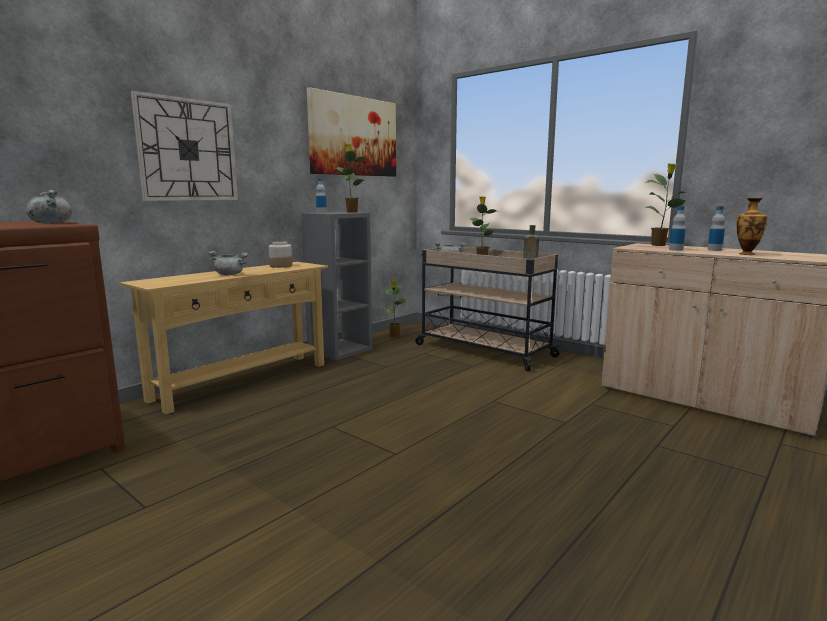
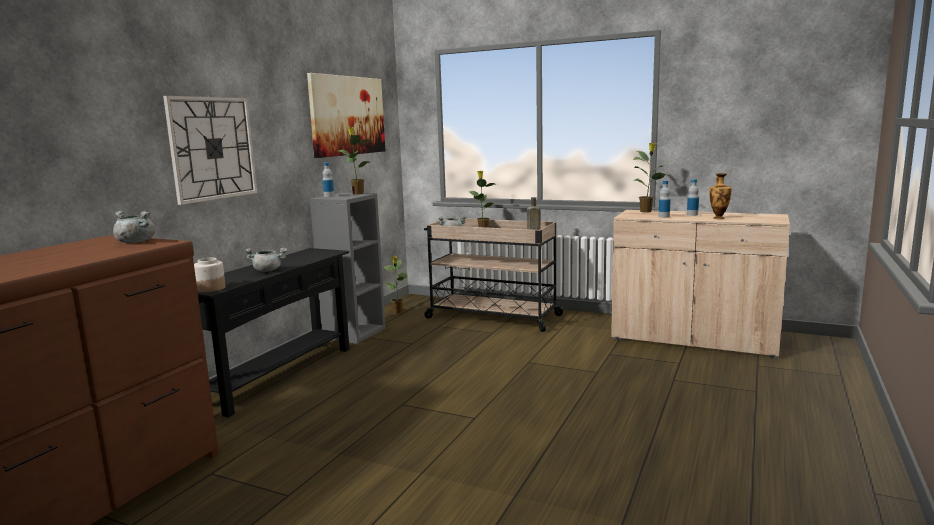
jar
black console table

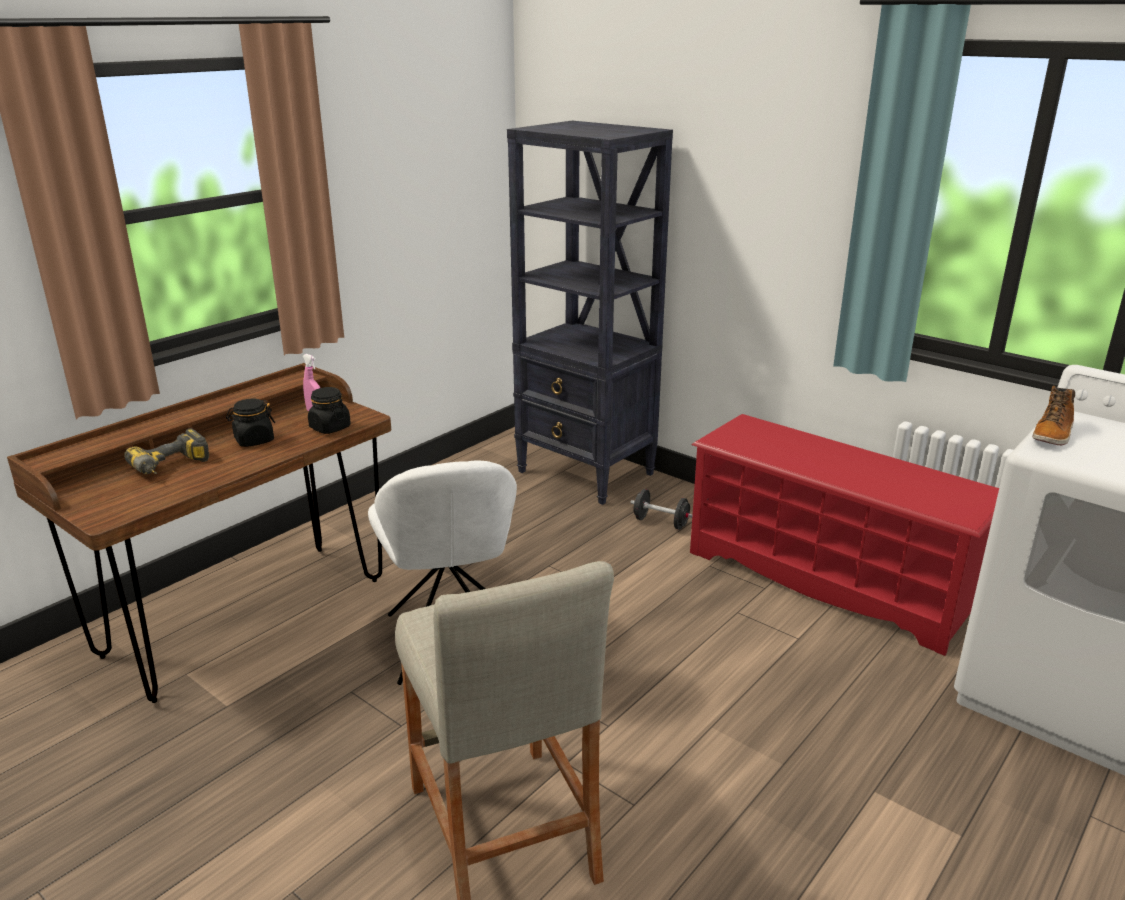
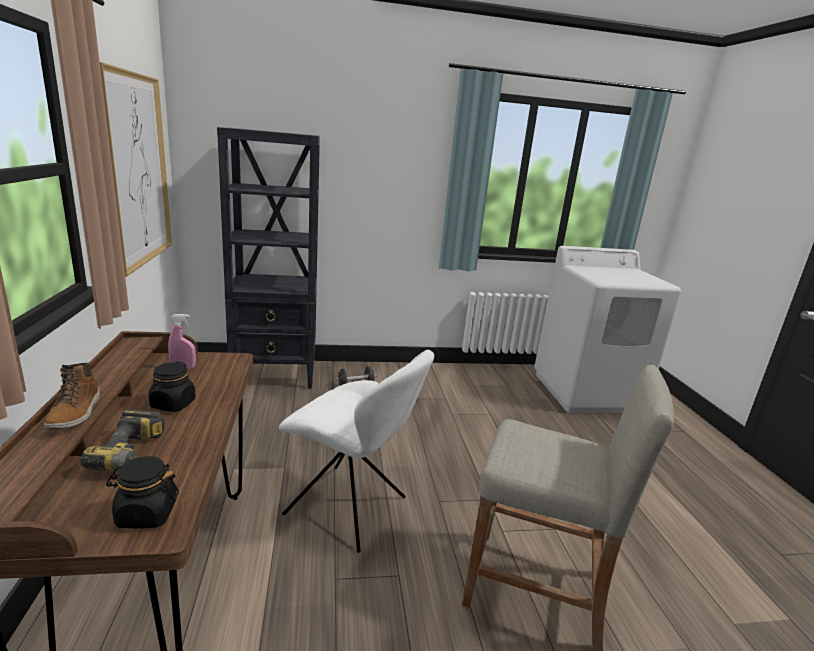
high-top boot
black jar (no. 1 from left)
red-coloured shoe shelf
picture

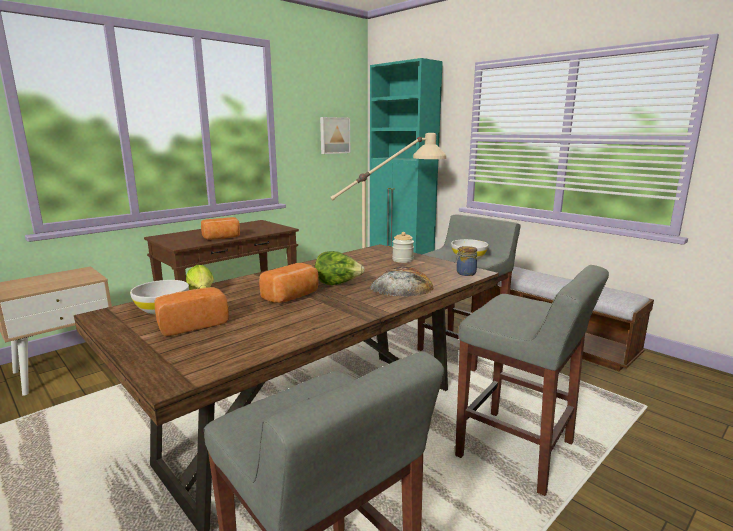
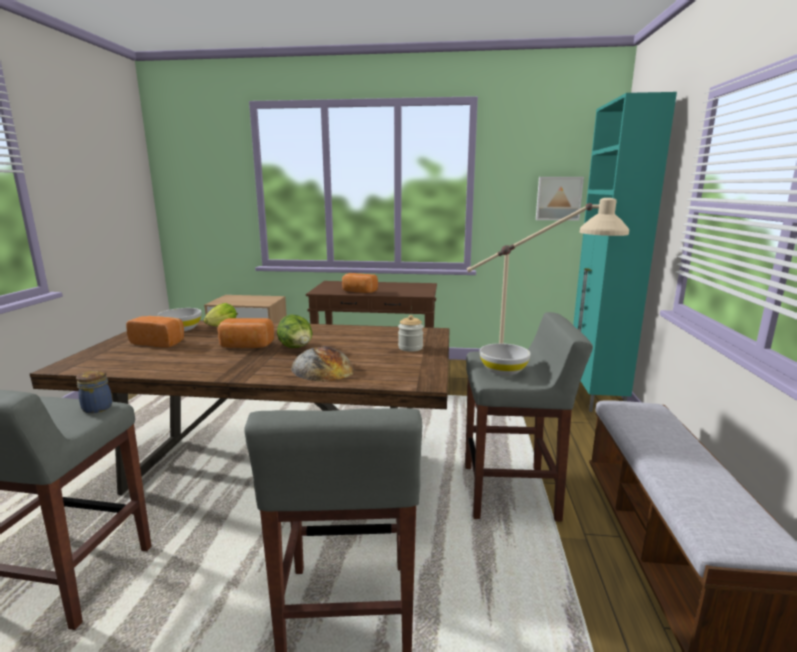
jar (no. 1 from left)

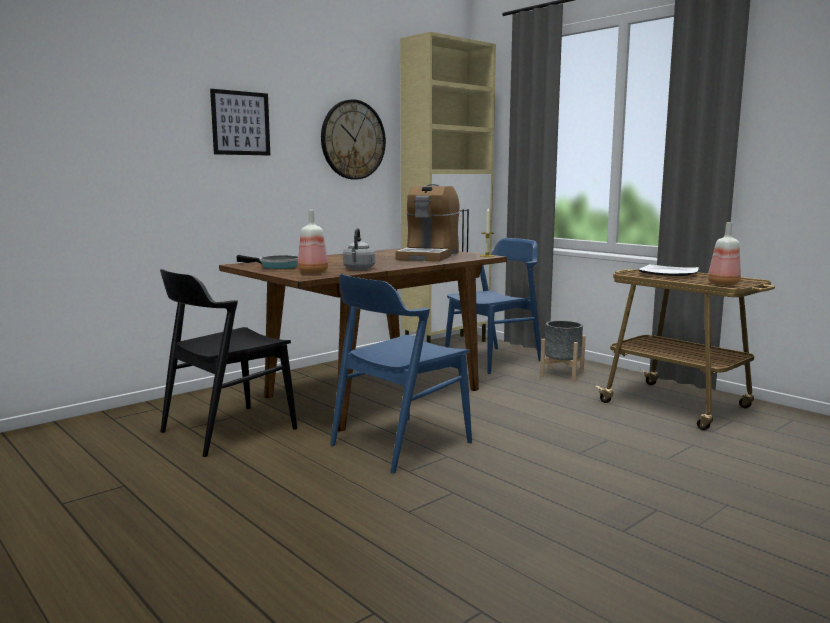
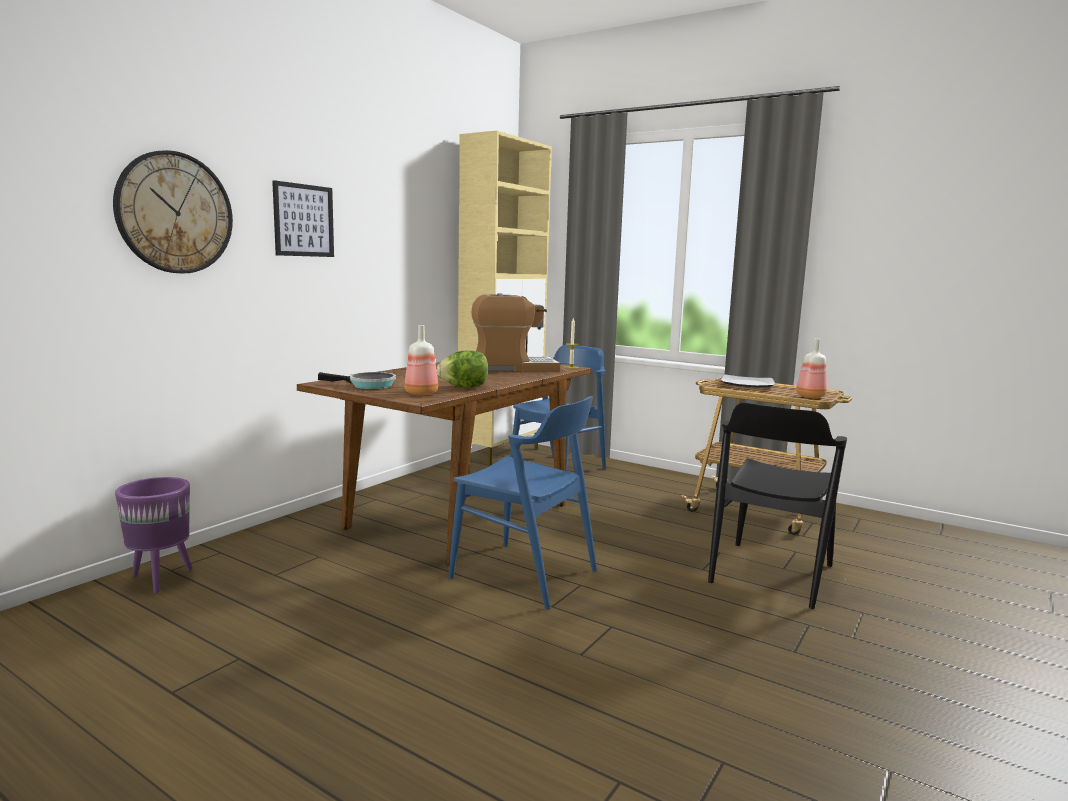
hanging clock
coffee brewer
head of lettuce
black plain chair
blue-coloured plain chair (no. 1 from left)
greyish planter
purple planter

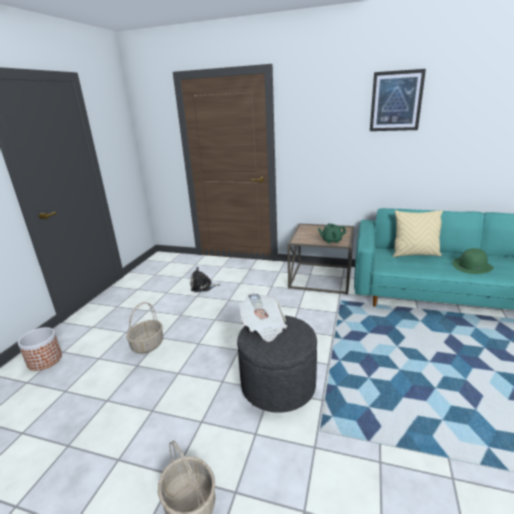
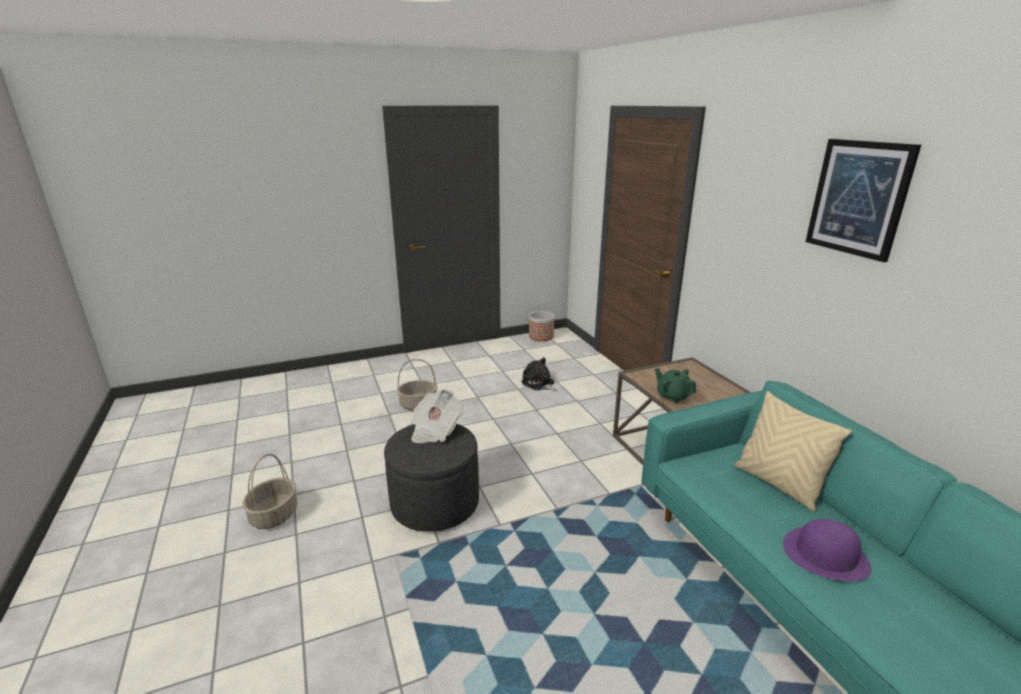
purple clothing hat
planter

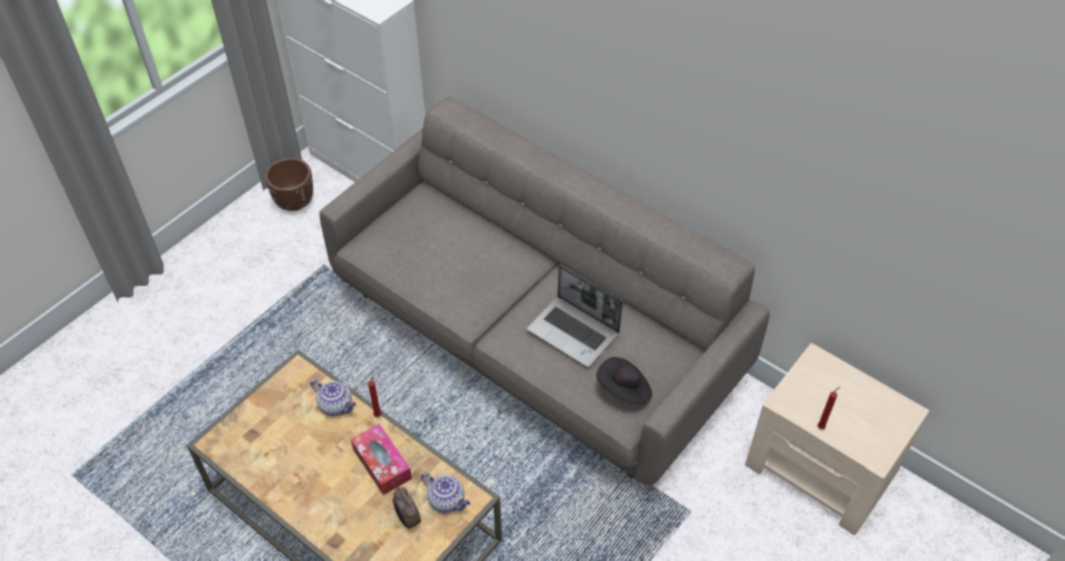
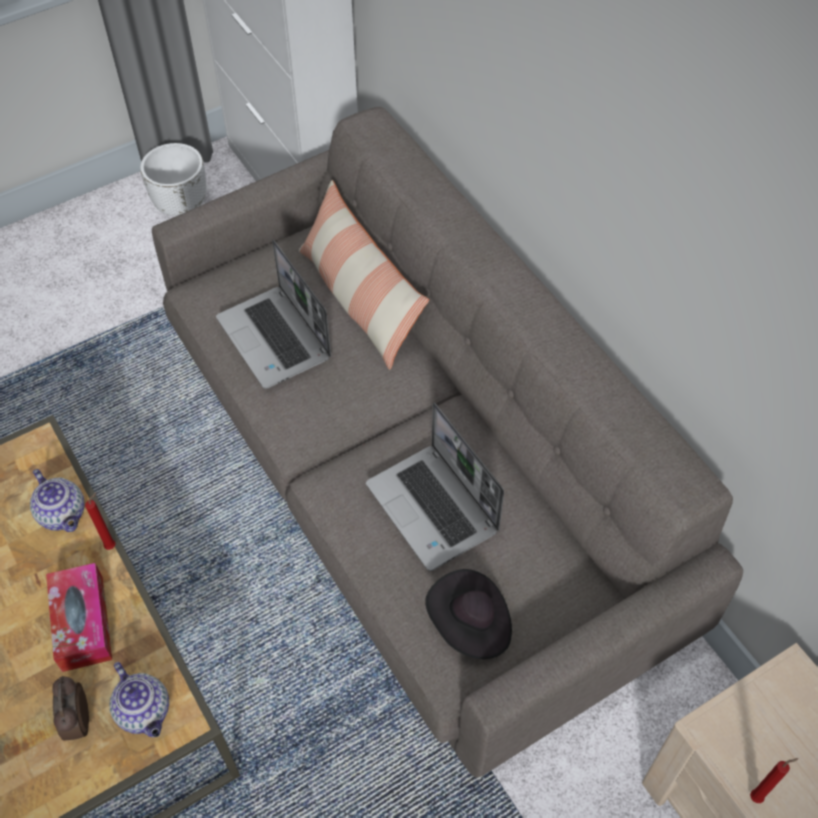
white-coloured planter
throw pillow
notebook computer (no. 1 from left)

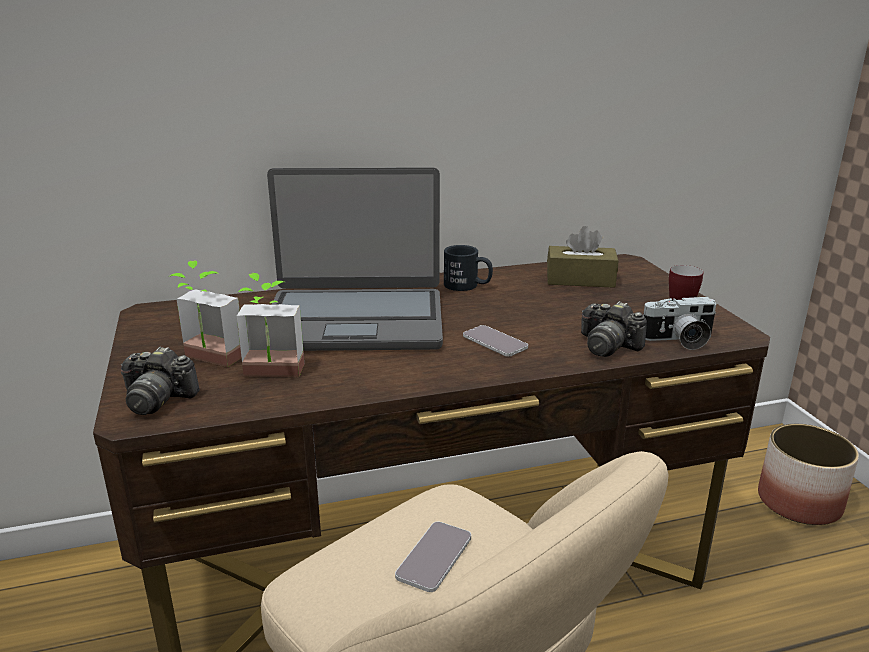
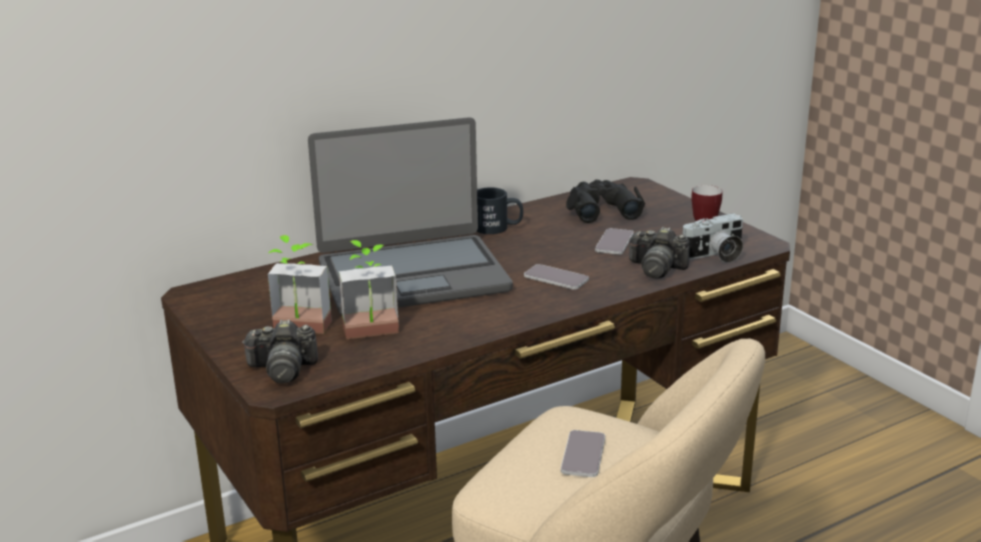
black binoculars
planter
phone (no. 3 from left)

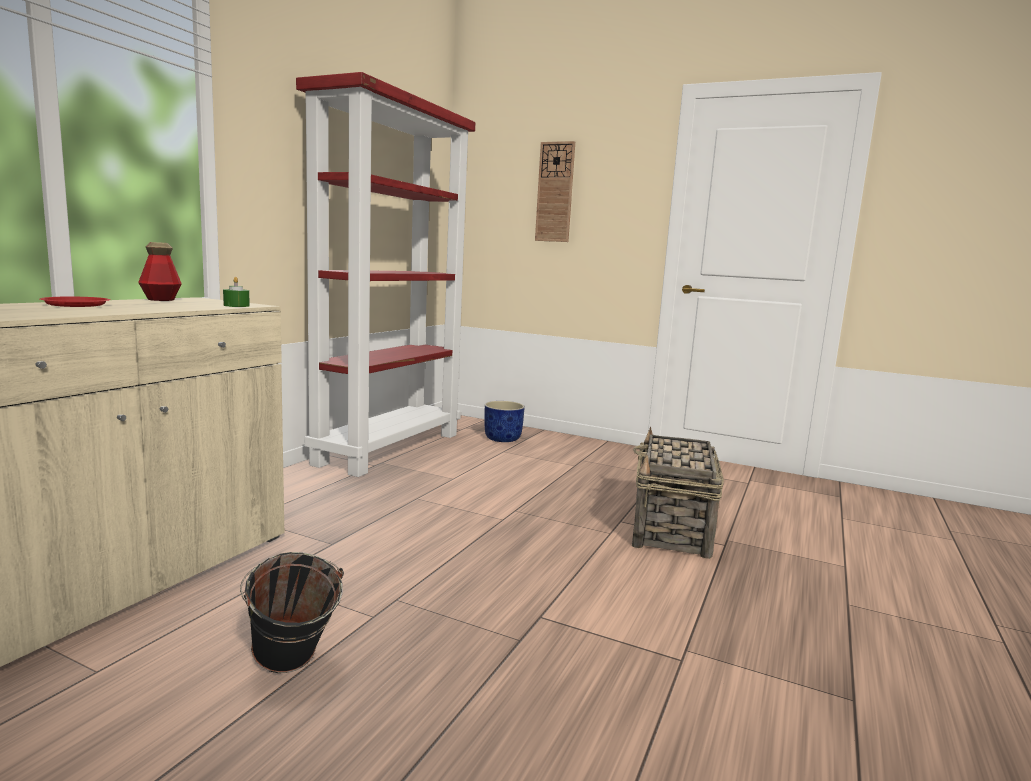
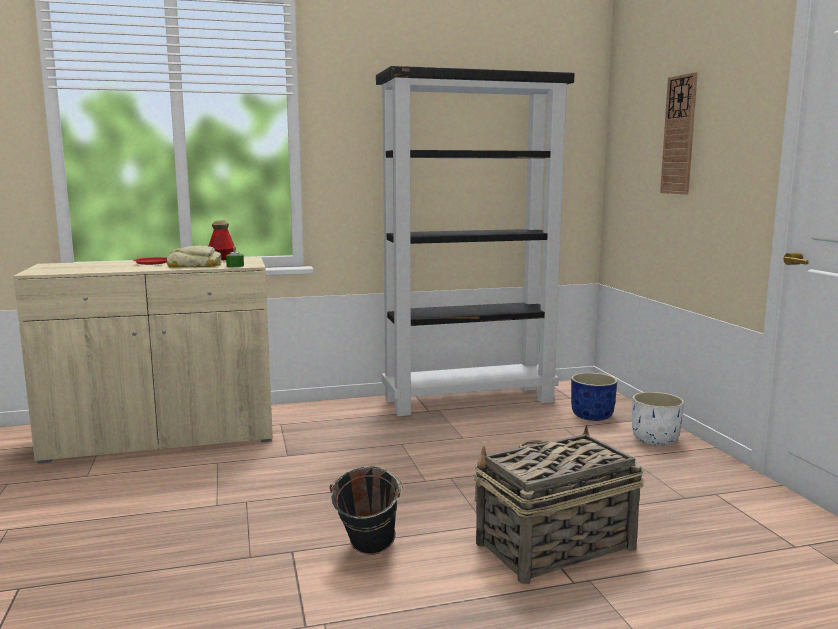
black bookcase
black pail
baked bread
white-coloured planter

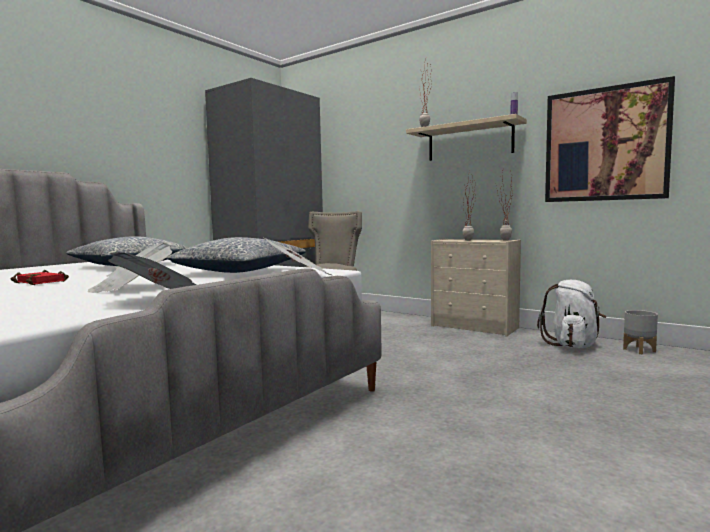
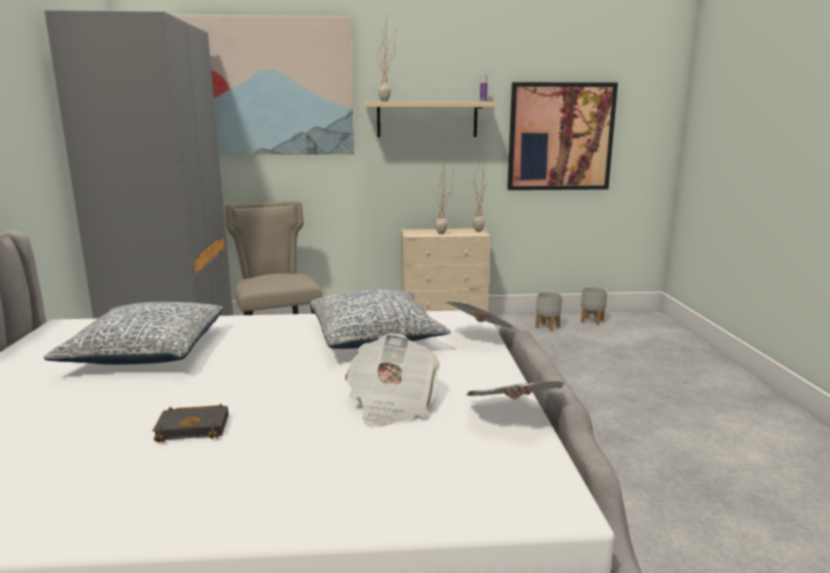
black bound book
greyish planter (no. 1 from left)
picture (no. 1 from left)

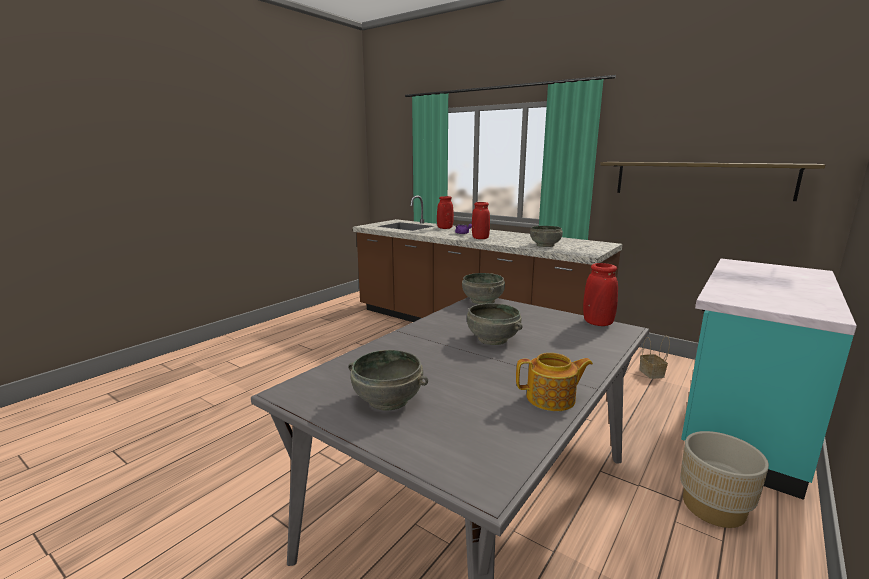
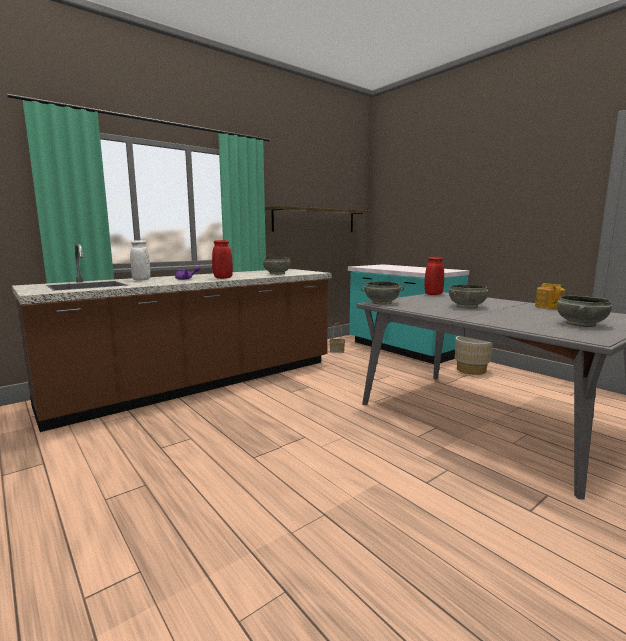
white-coloured flower vase

